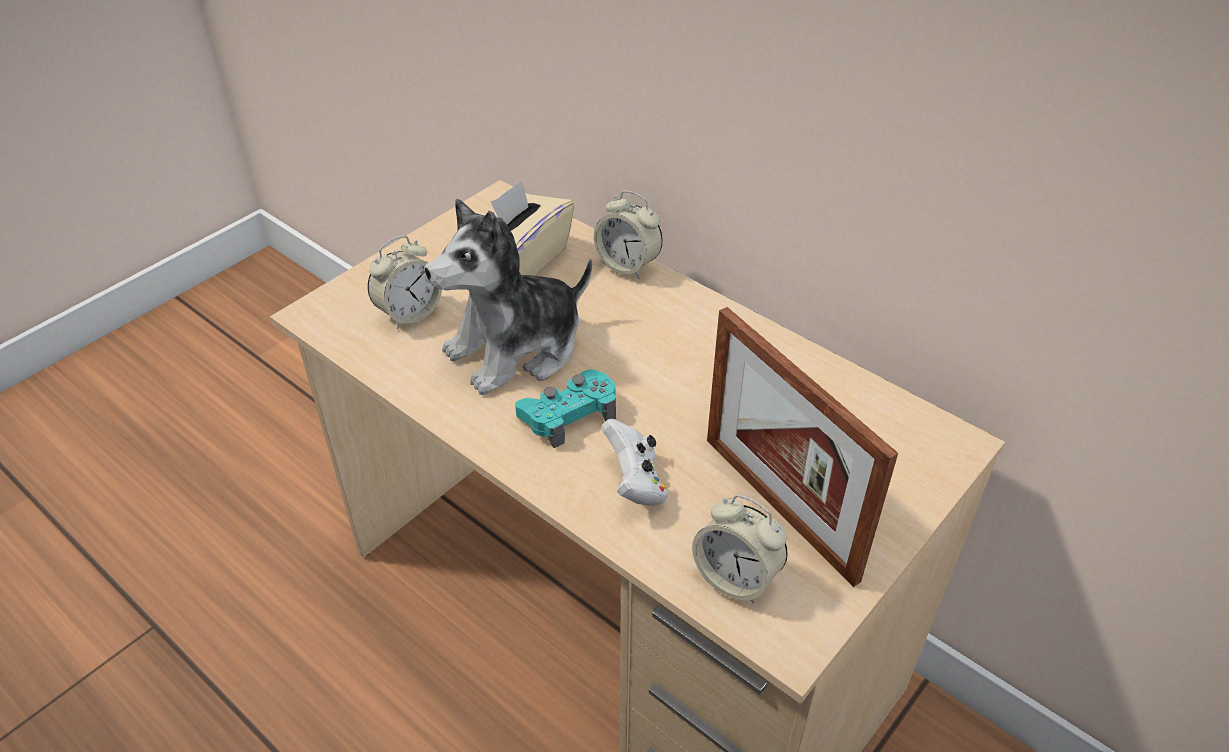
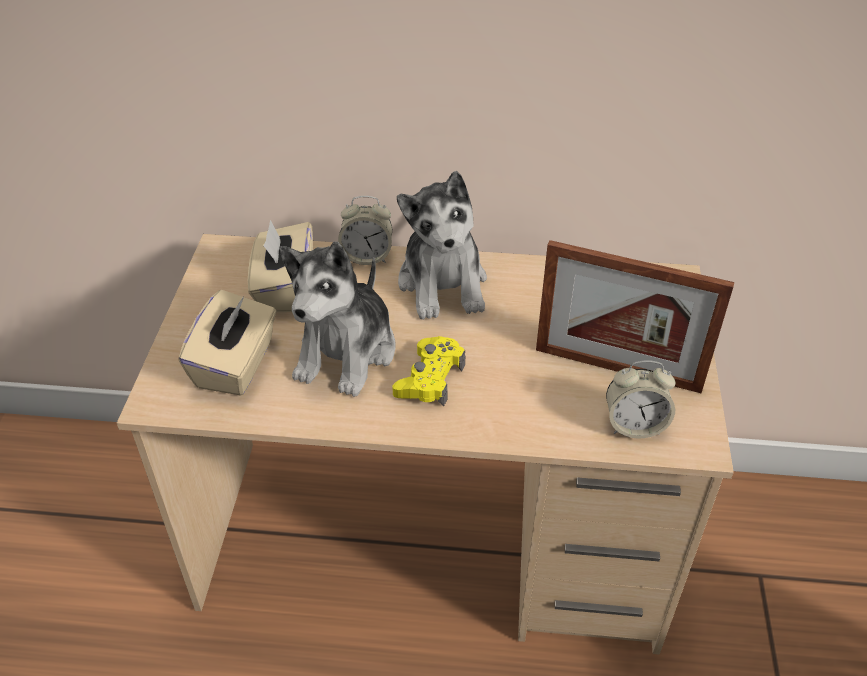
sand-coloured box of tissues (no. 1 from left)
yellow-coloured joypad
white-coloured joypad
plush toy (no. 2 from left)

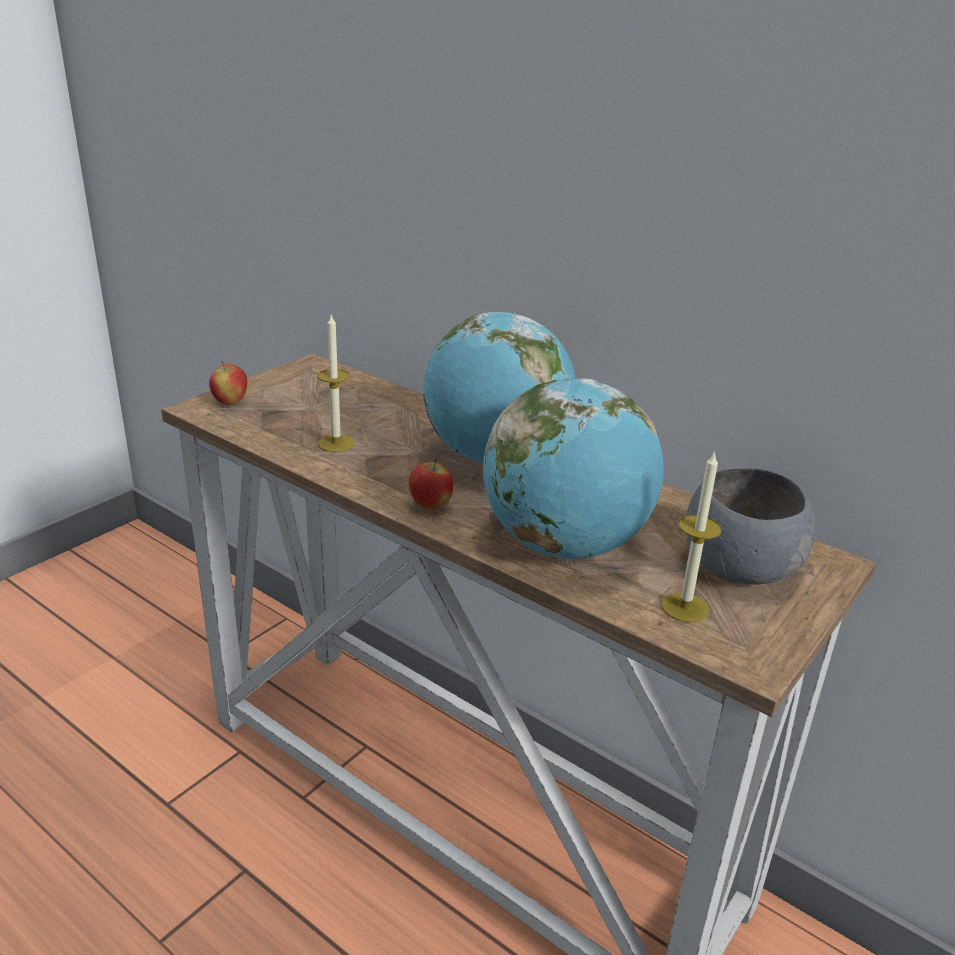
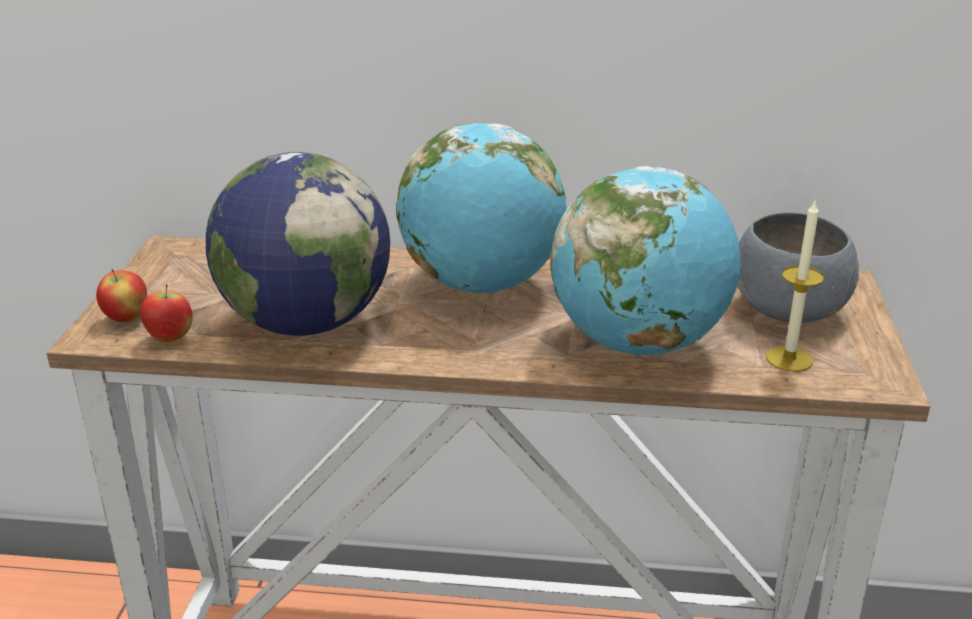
world globe (no. 1 from left)
apple fruit (no. 2 from left)

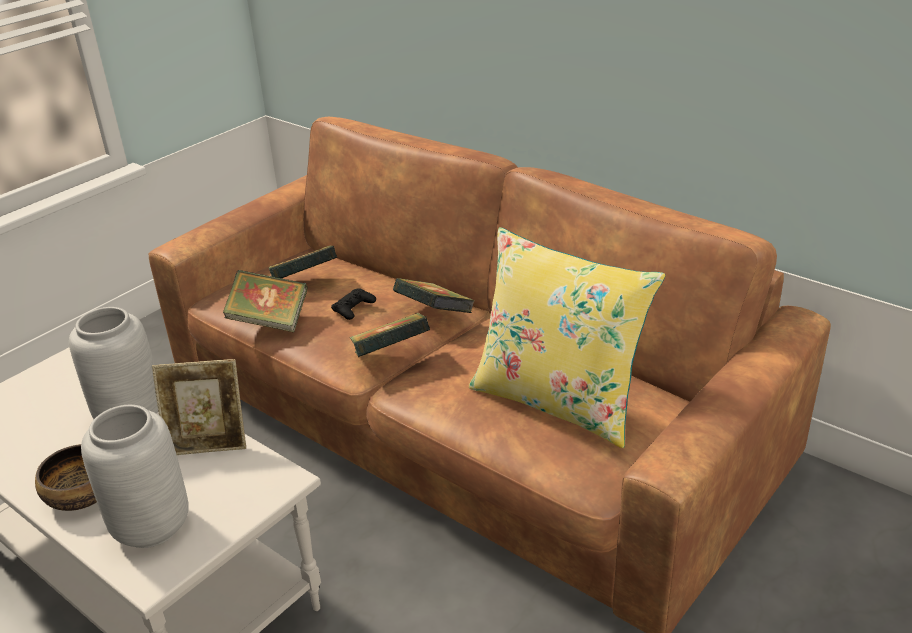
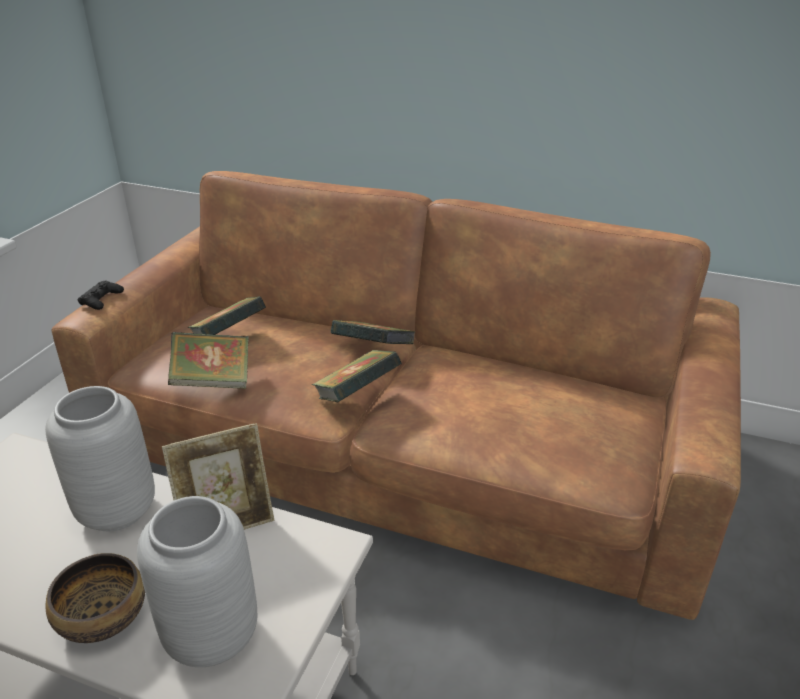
yellow-coloured throw pillow
black joypad

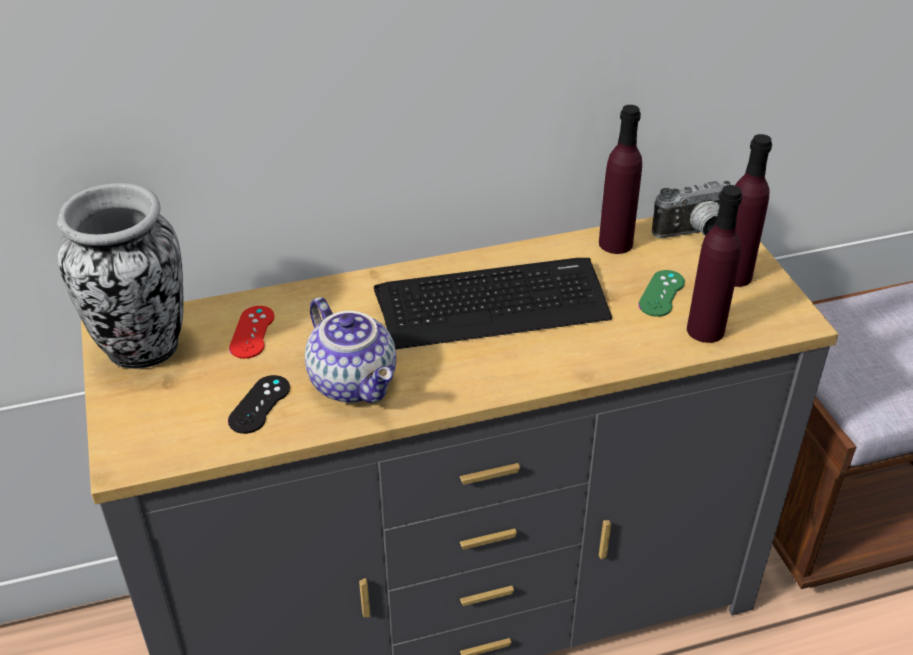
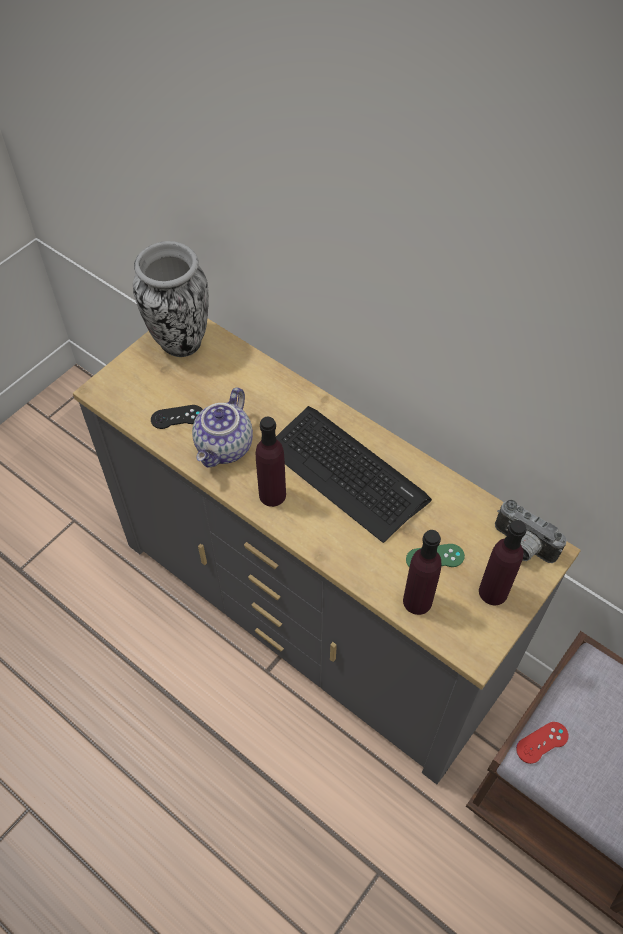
purple beverage bottle (no. 1 from left)
red-coloured joypad

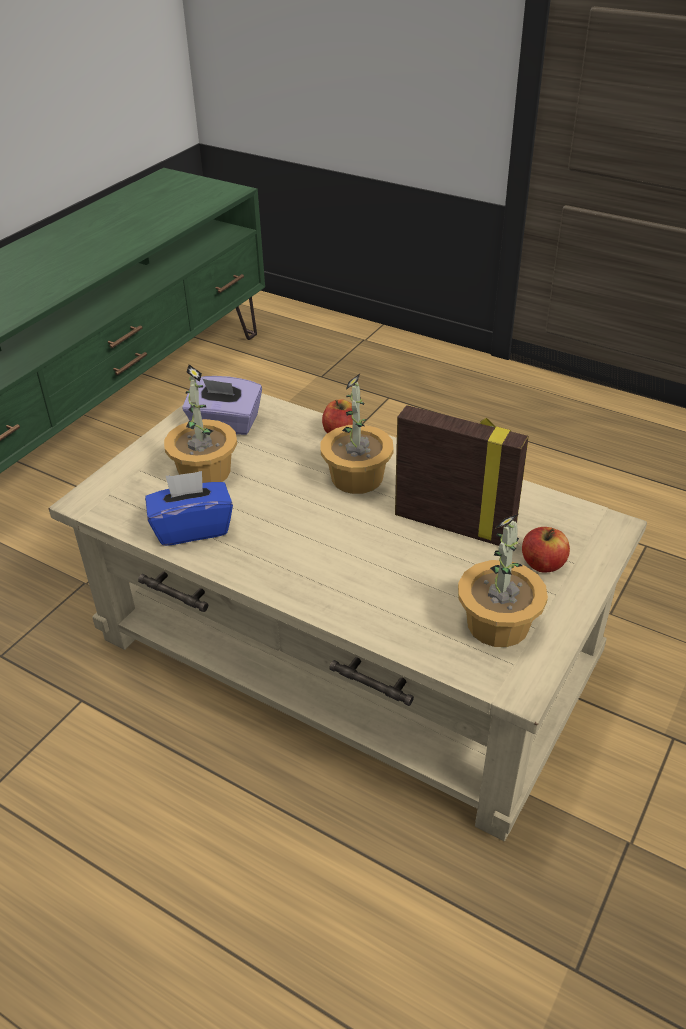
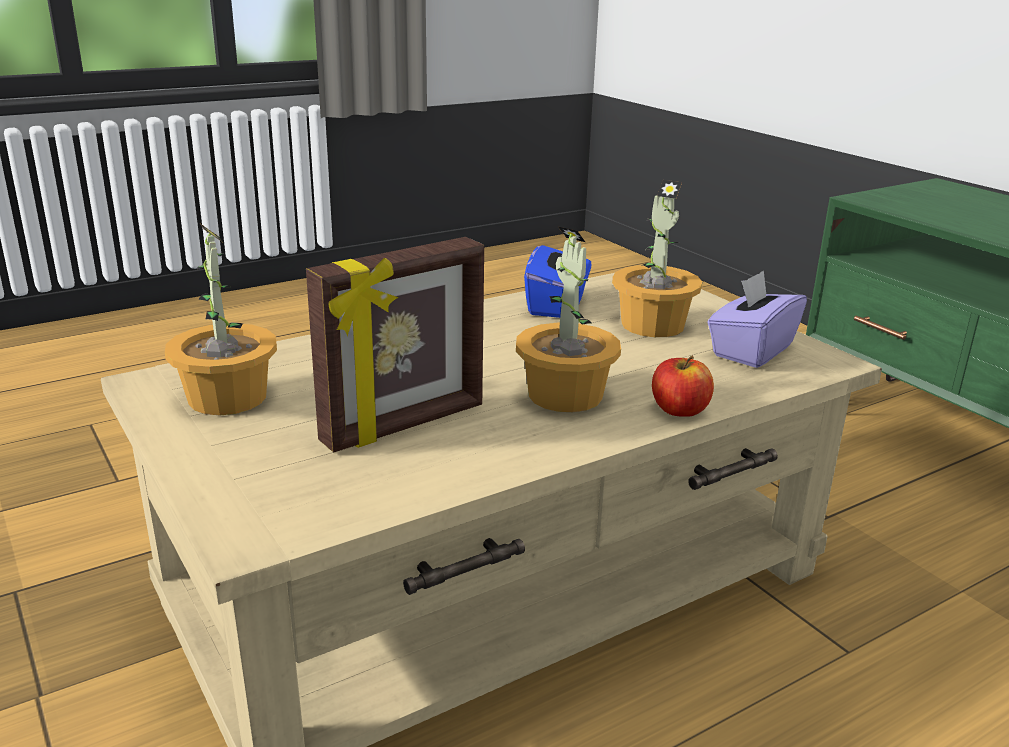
apple fruit (no. 2 from left in the first image)

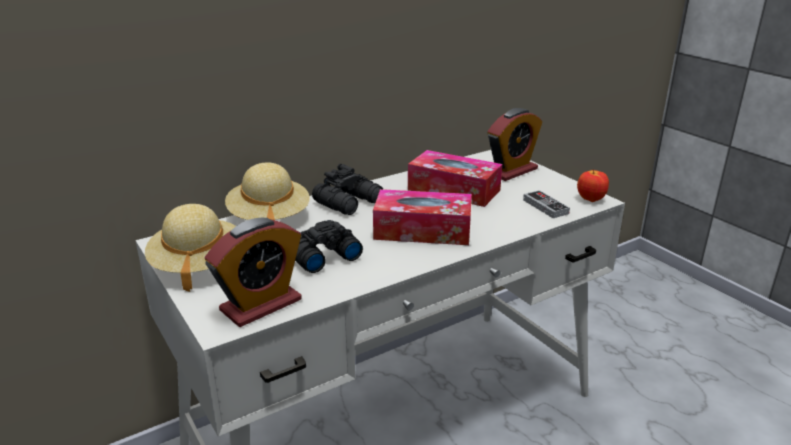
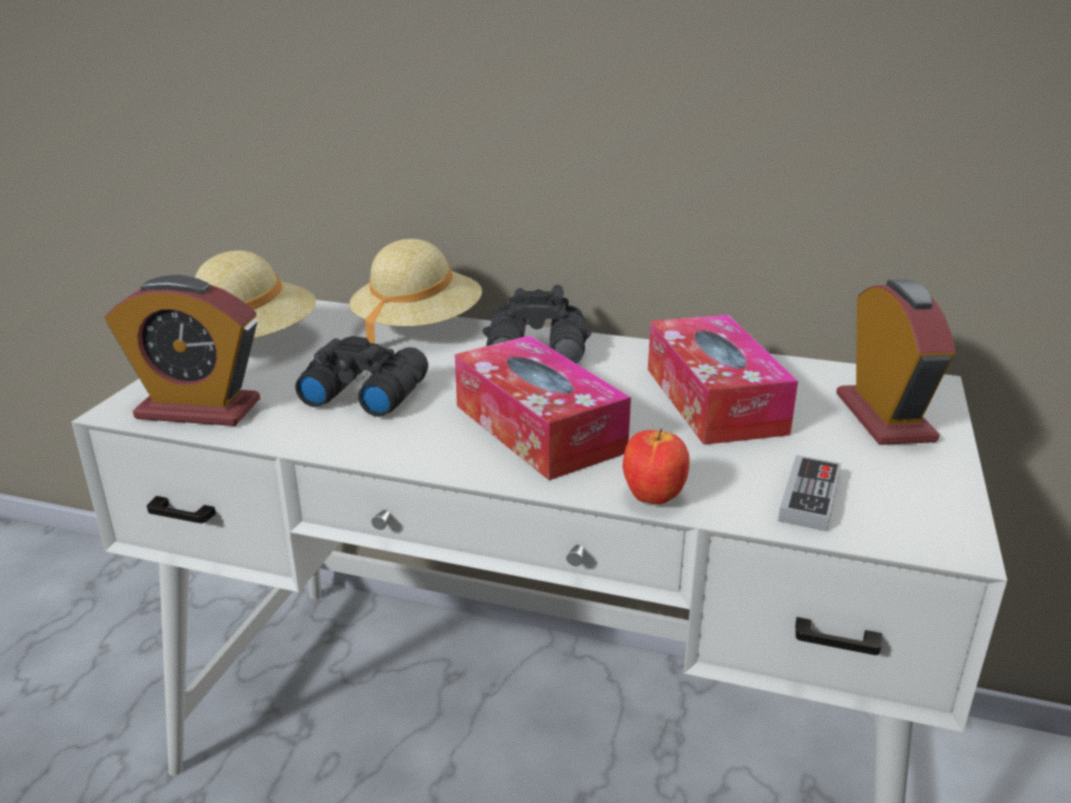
table clock (no. 2 from left)
apple fruit

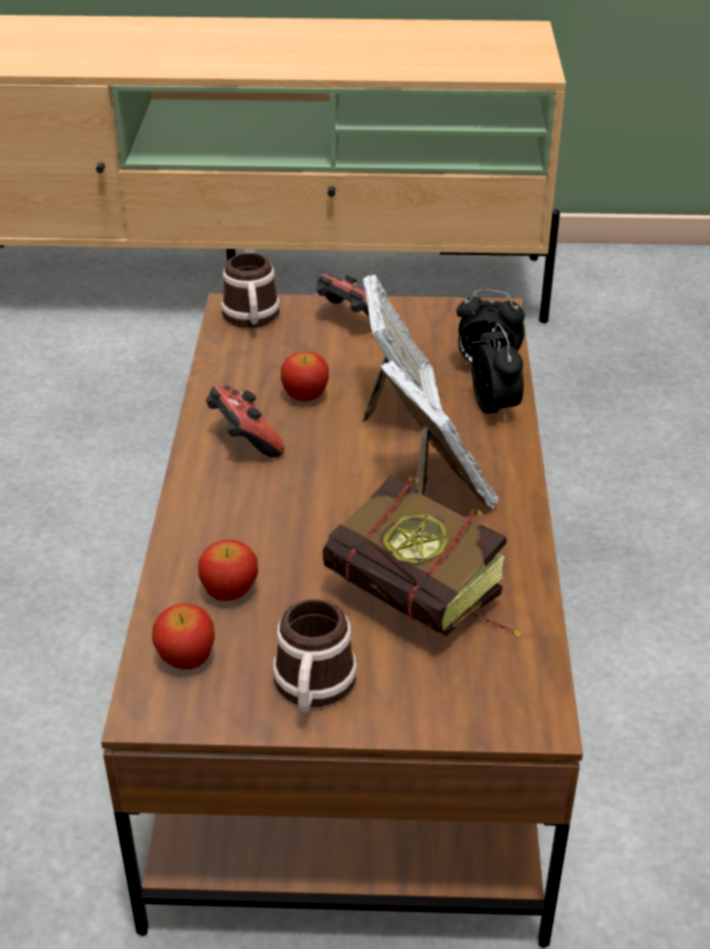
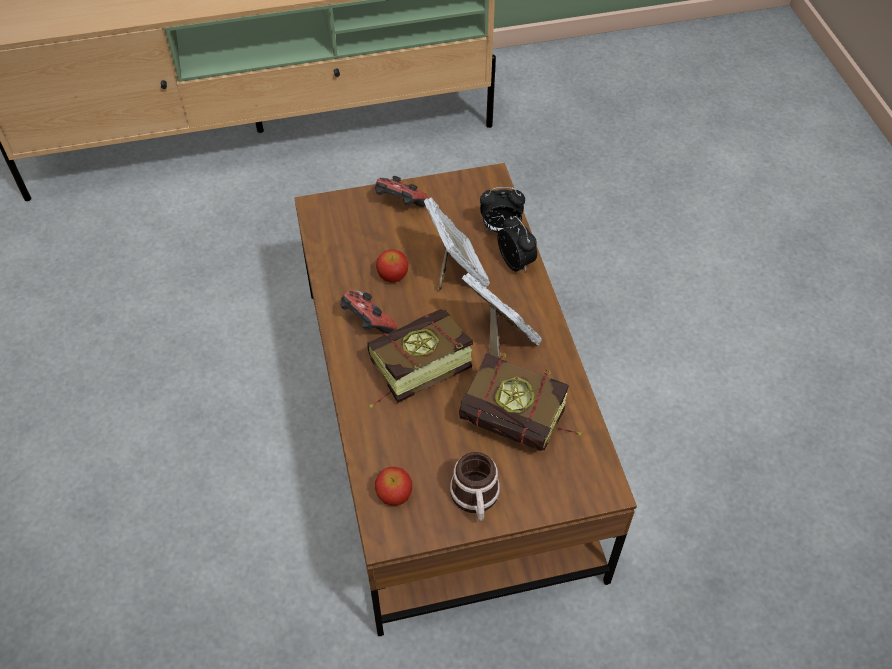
coffee mug (no. 1 from left in the first image)
apple fruit (no. 2 from left in the first image)
bound book (no. 1 from left)

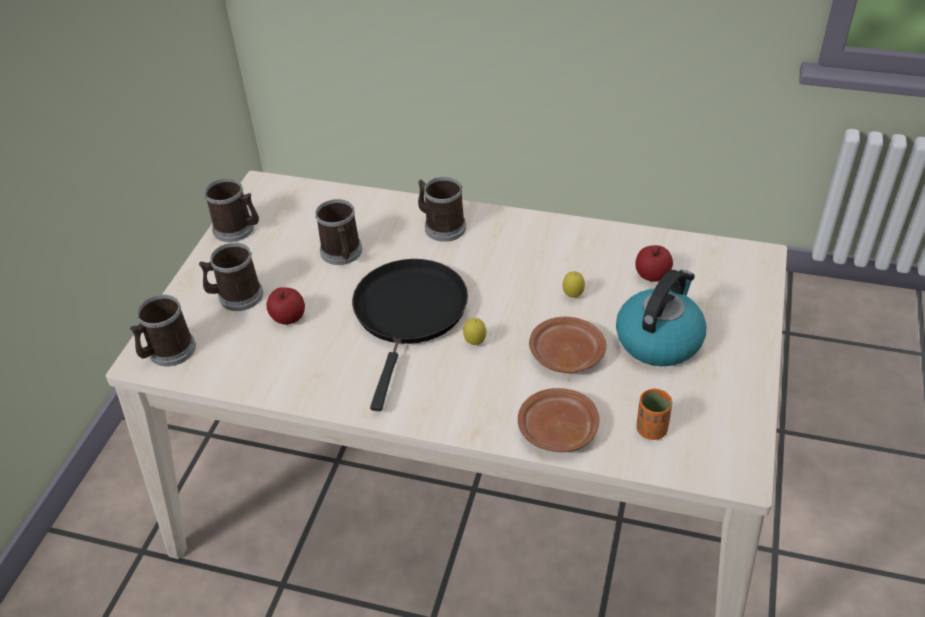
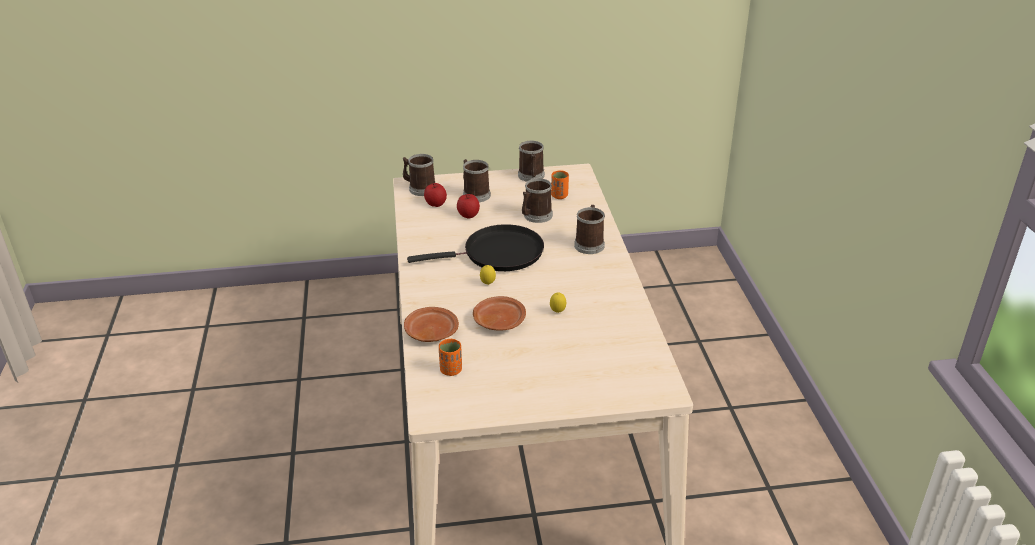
apple fruit (no. 1 from left)
kettle
orange drinking cup (no. 2 from left)

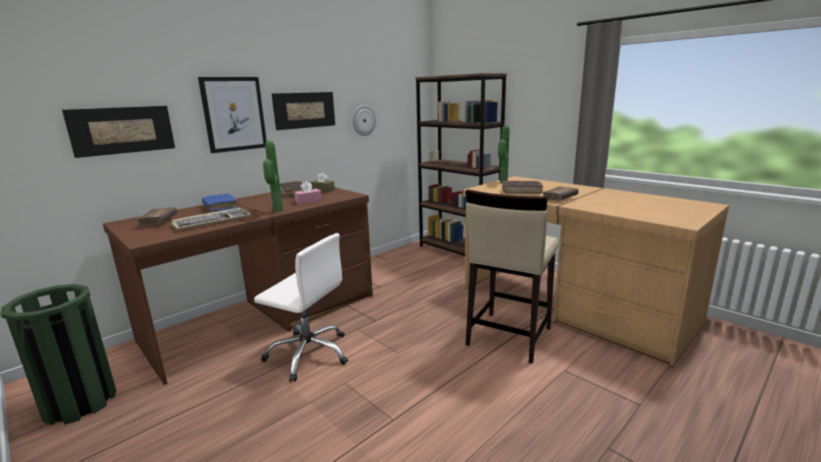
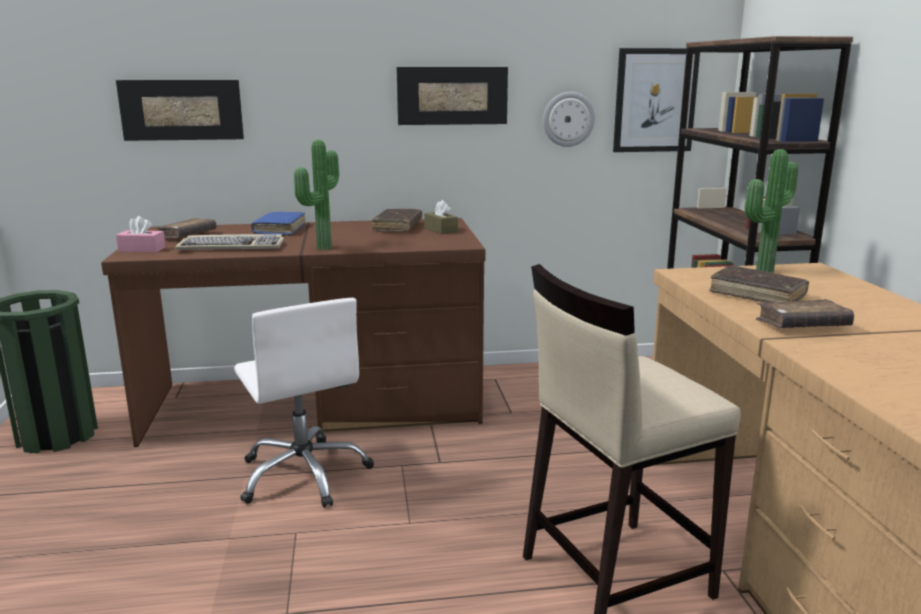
picture (no. 3 from left)
pink-coloured box of tissues

